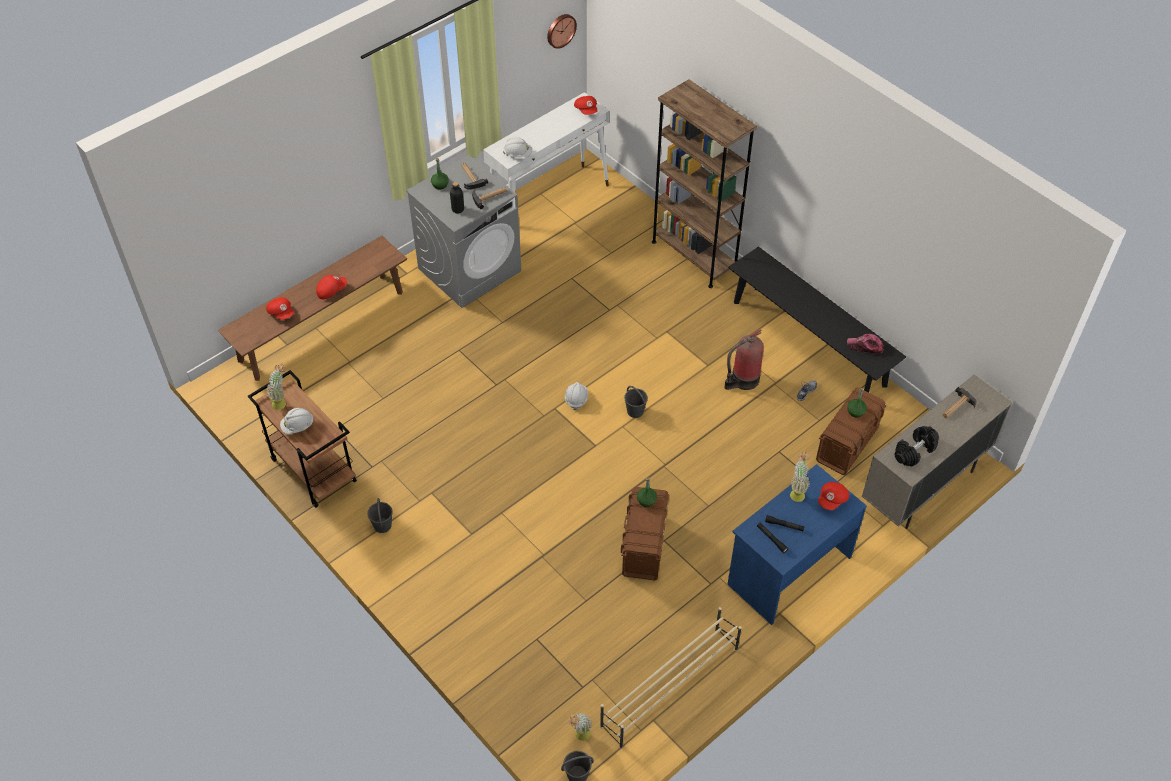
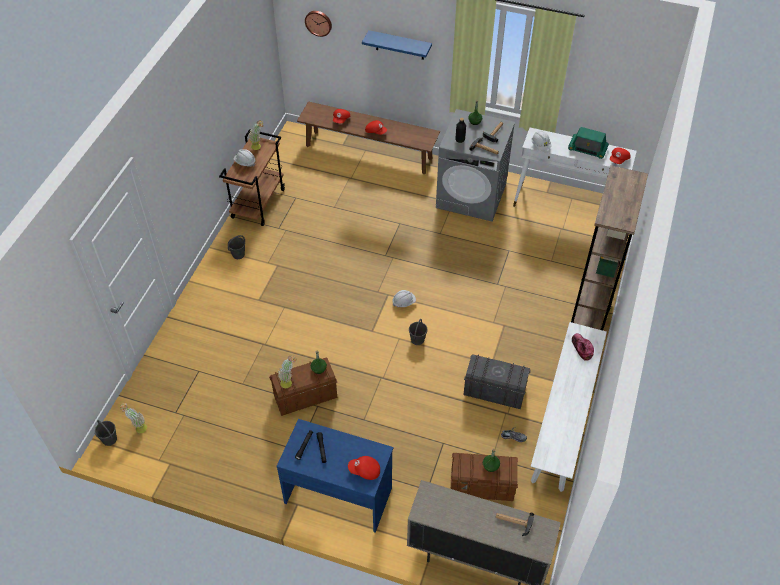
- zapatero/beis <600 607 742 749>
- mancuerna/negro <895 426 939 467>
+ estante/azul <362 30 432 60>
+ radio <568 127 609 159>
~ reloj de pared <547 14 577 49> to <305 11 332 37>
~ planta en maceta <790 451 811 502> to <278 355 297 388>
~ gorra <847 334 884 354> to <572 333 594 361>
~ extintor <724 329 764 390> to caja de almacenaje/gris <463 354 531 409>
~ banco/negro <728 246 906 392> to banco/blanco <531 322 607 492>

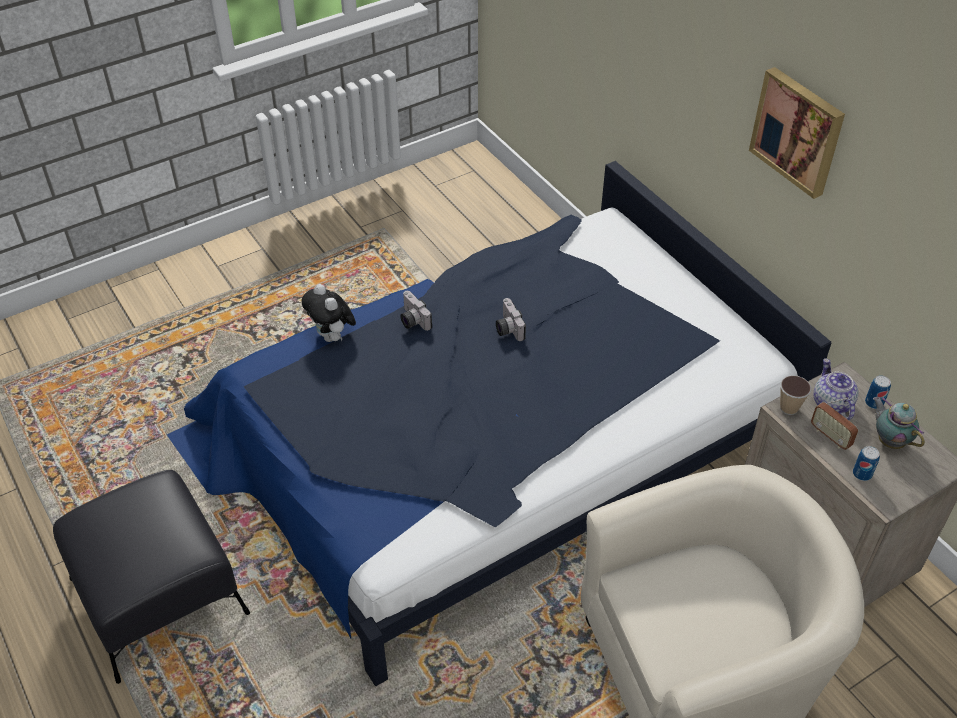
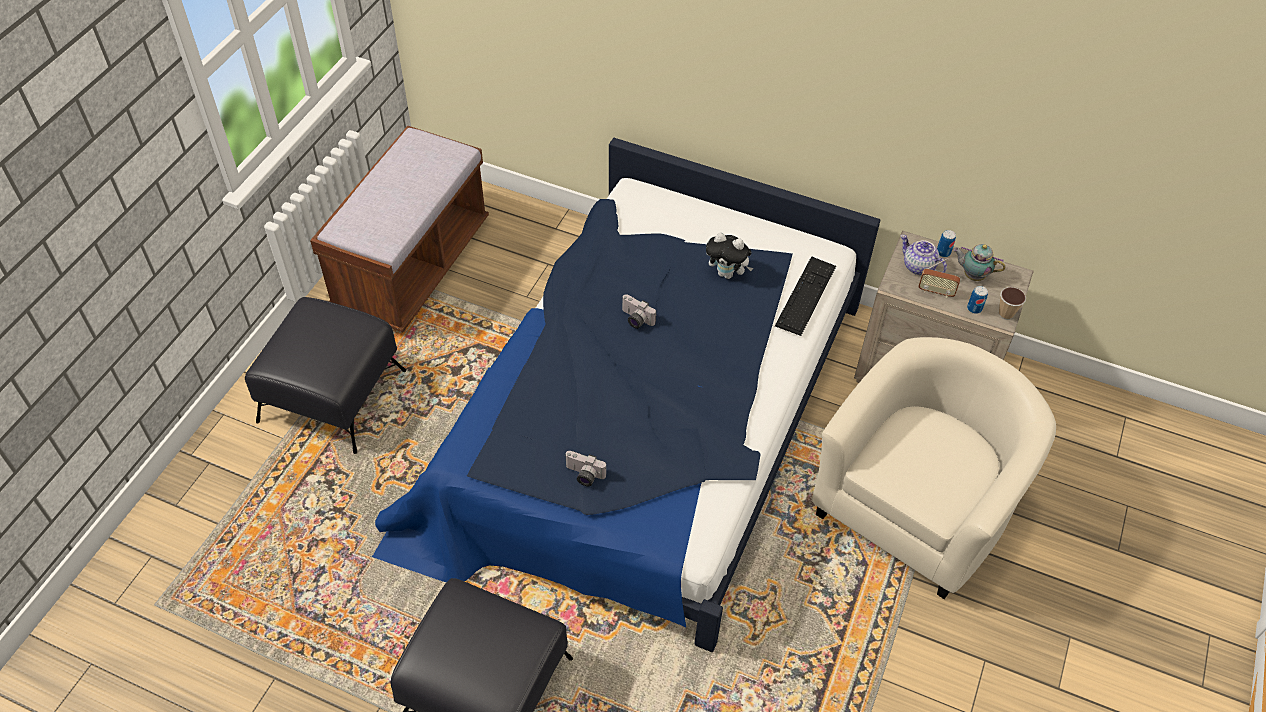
- cuadro <749 67 845 199>
+ puf/negro <245 297 406 454>
+ banco/marrón <310 126 489 332>
+ teclado <775 256 836 336>
~ peluche <302 284 356 342> to <706 232 753 279>
~ cámara <400 291 432 331> to <565 451 606 486>
~ taza <780 375 811 415> to <999 287 1026 320>

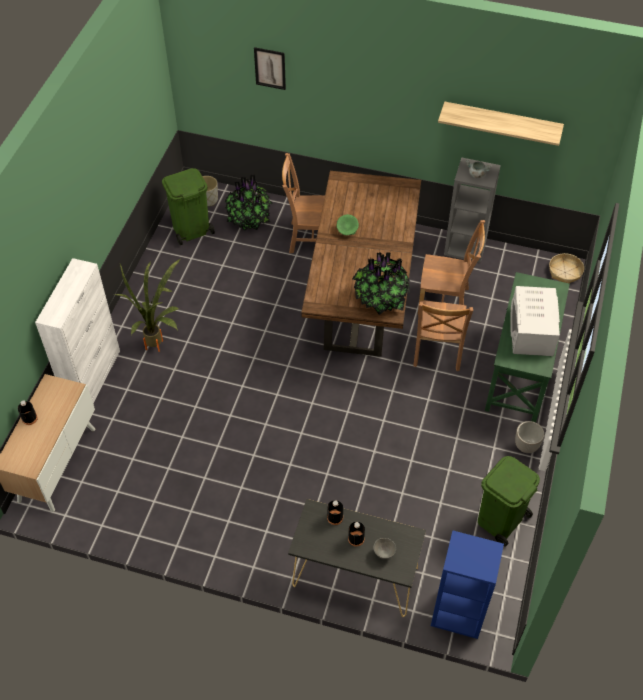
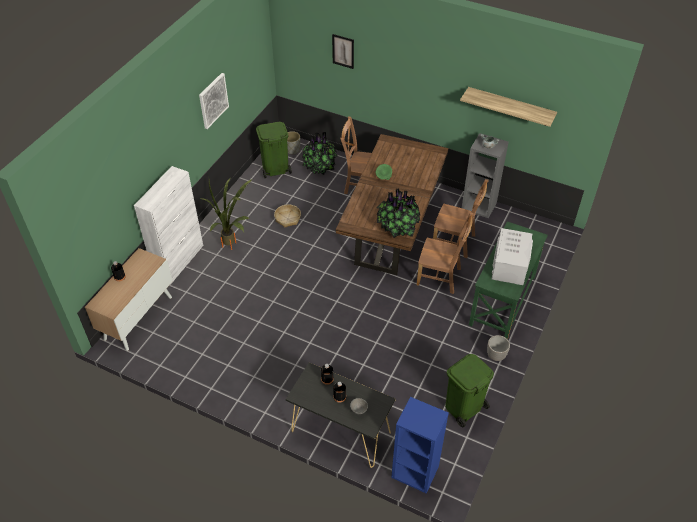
+ cuadro <199 73 229 129>
~ cesta <549 253 584 283> to <274 204 301 228>
~ silla/marrón <413 301 473 371> = <417 213 474 294> 90 degrees counterclockwise

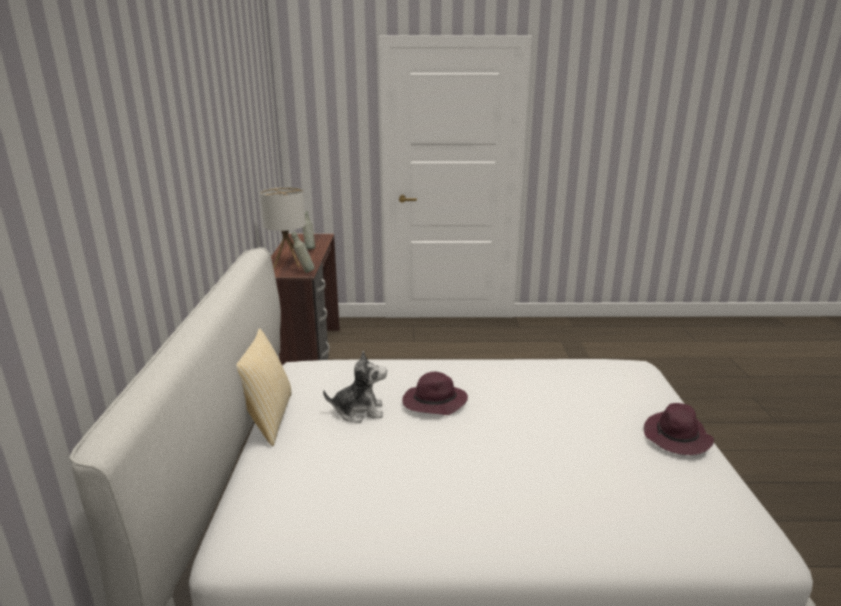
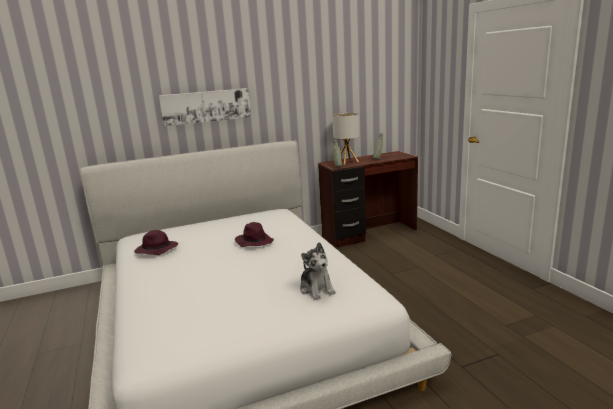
- cojín <236 328 292 446>
+ cuadro <159 88 251 126>
~ peluche <323 351 387 423> to <300 242 336 300>
~ sombrero/morado <644 403 714 455> to <134 230 178 255>

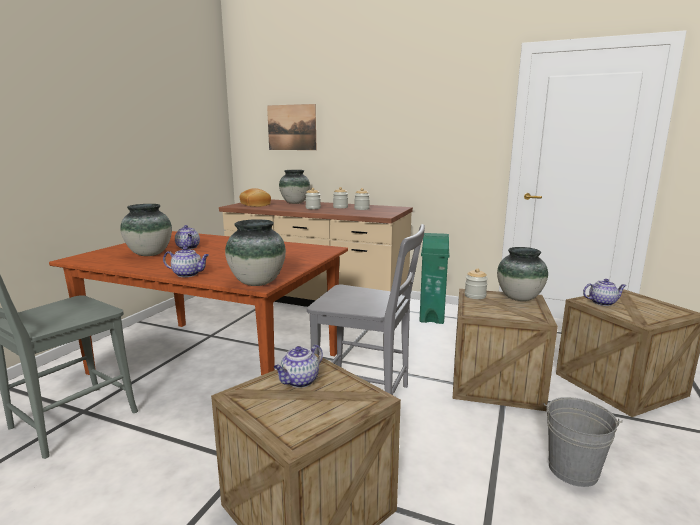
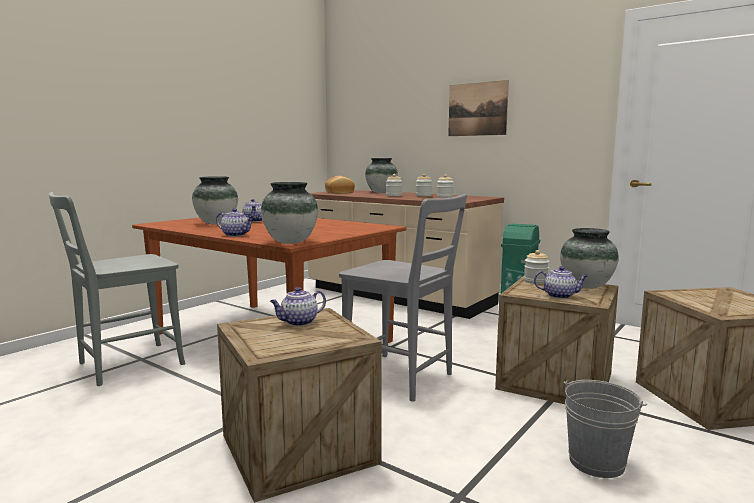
~ cuadro <267 104 317 150> to <448 80 509 136>
~ tetera <583 279 627 306> to <534 266 588 299>

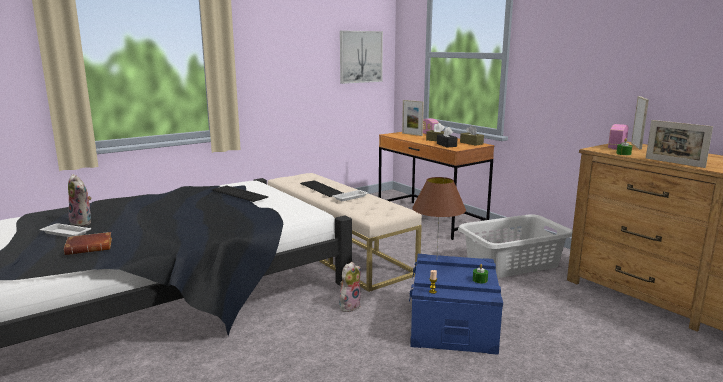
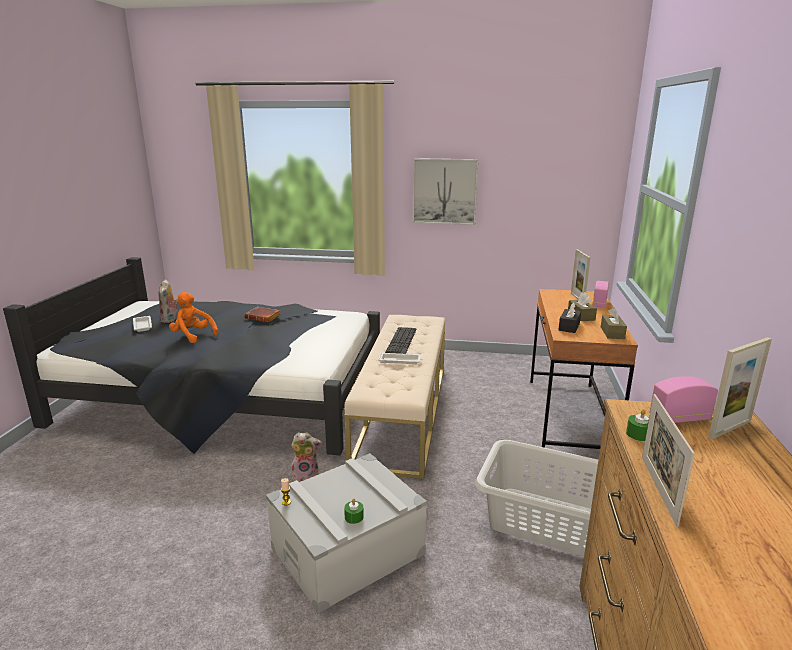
- teclado <212 186 268 202>
- lámpara de mesa/marrón <412 177 466 254>
+ peluche/naranja <169 292 218 343>
~ libro/marrón <64 232 112 255> to <244 307 281 322>
~ cuadro <340 31 383 84> to <413 158 478 225>
~ caja de almacenaje/azul <409 254 503 355> to caja de almacenaje/gris <266 453 427 614>

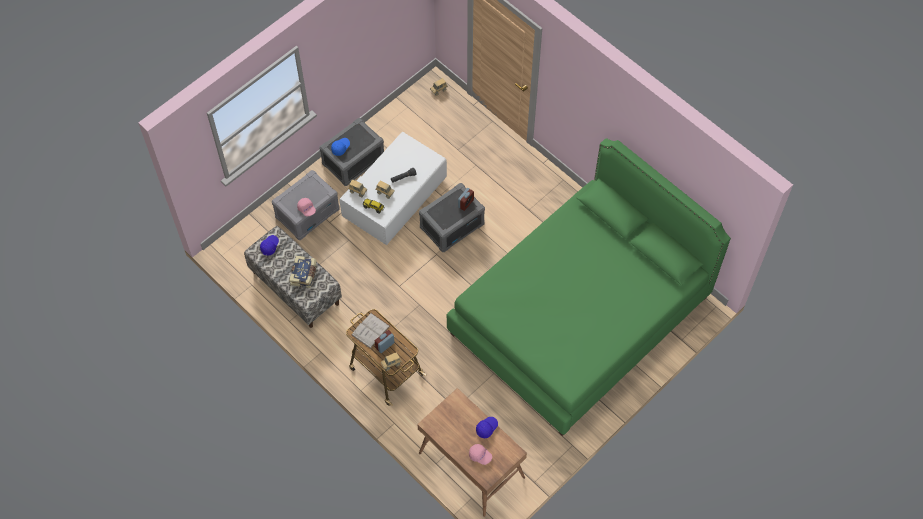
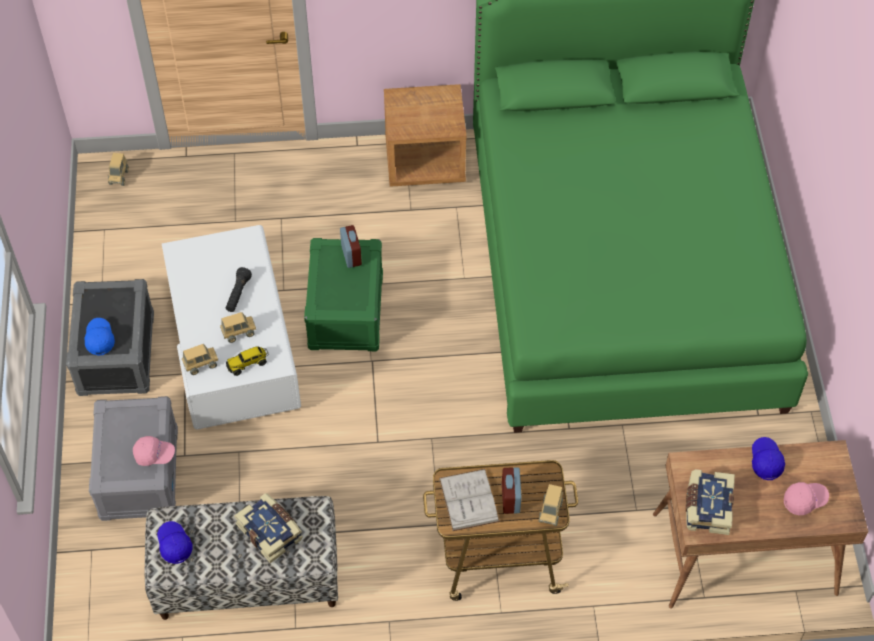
+ mesita de noche/marrón <384 84 467 187>
+ libro <686 469 735 535>
~ caja de almacenaje/gris <419 183 485 252> to caja de almacenaje/verde <304 238 383 351>

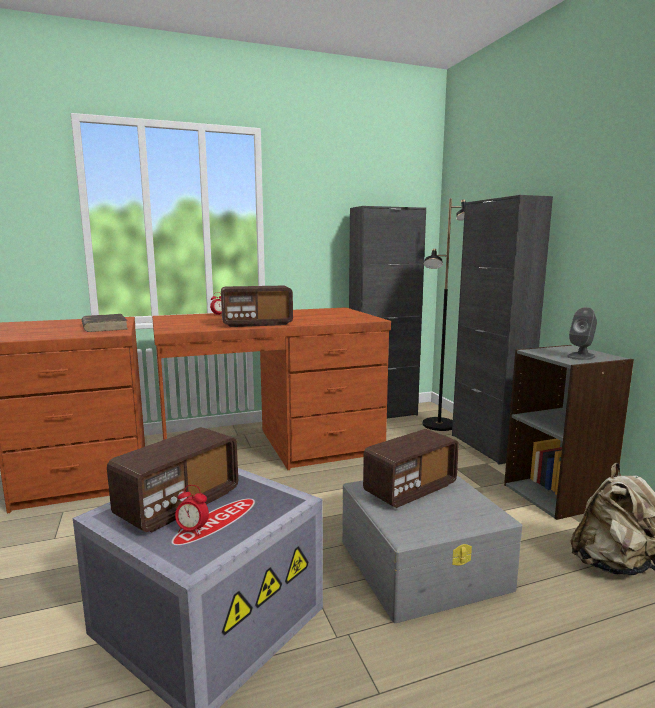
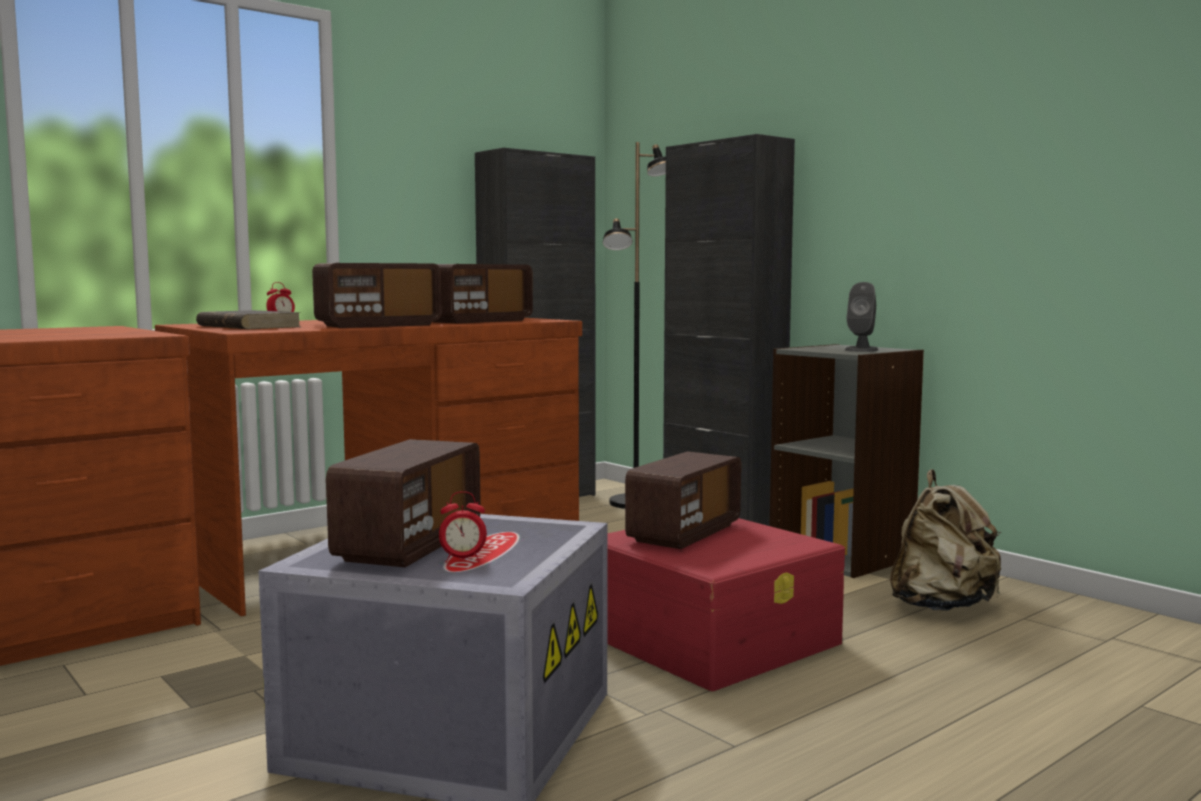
+ radio <433 264 533 324>
~ libro/marrón <82 314 128 332> to <196 310 301 329>
~ caja de almacenaje/gris <342 475 522 623> to caja de almacenaje/rojo <607 518 845 691>

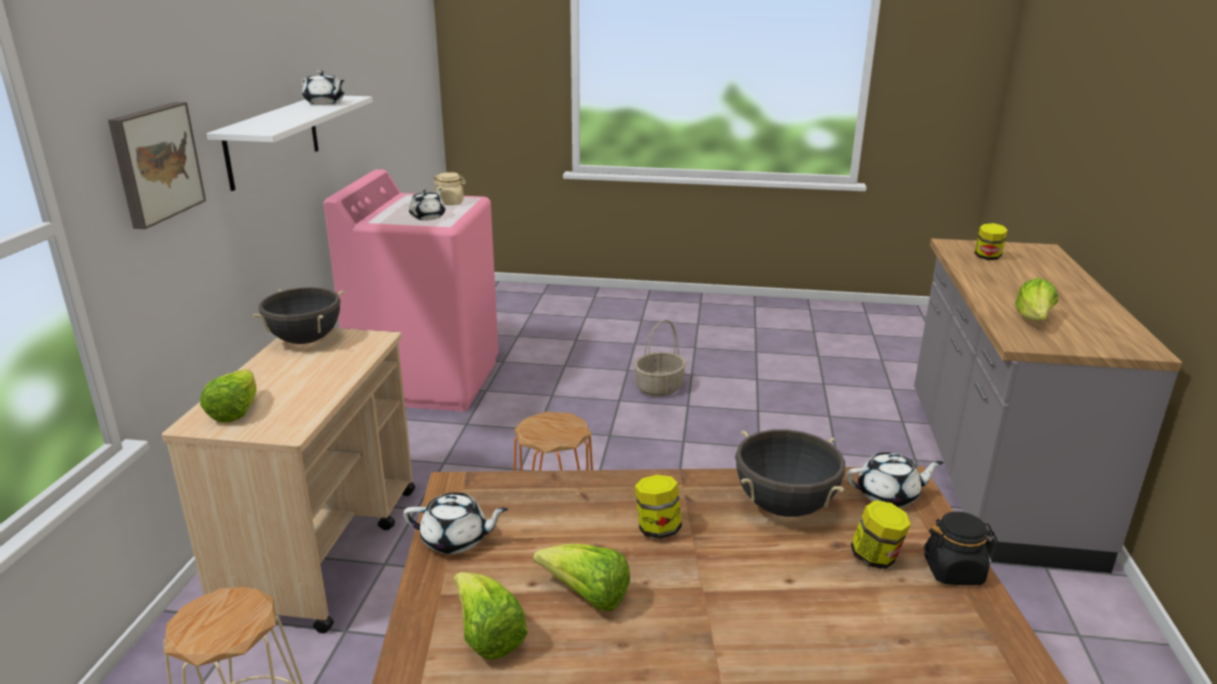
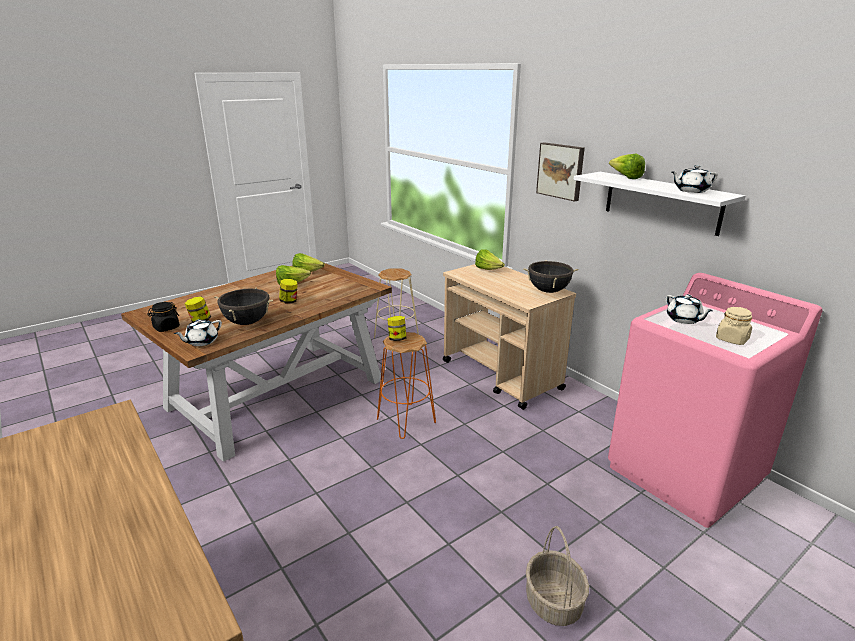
- tetera/blanco <403 493 508 554>
~ tarro <975 223 1007 260> to <388 316 406 341>
~ lechuga <1015 278 1058 321> to <609 153 645 179>

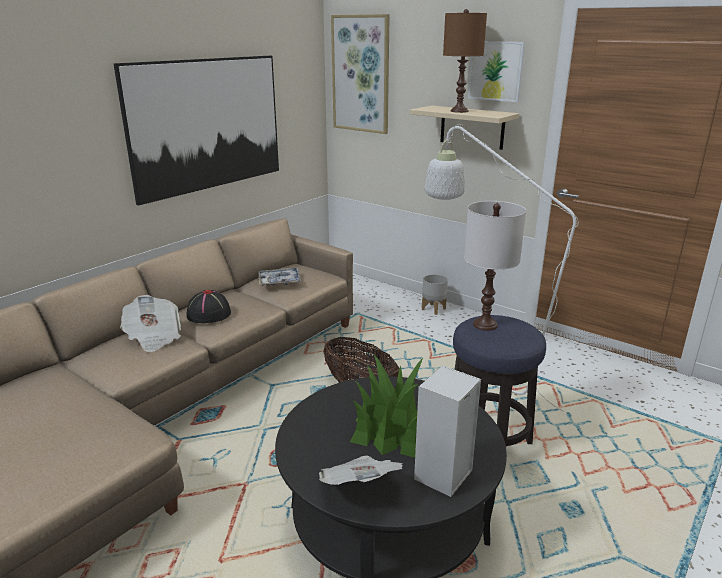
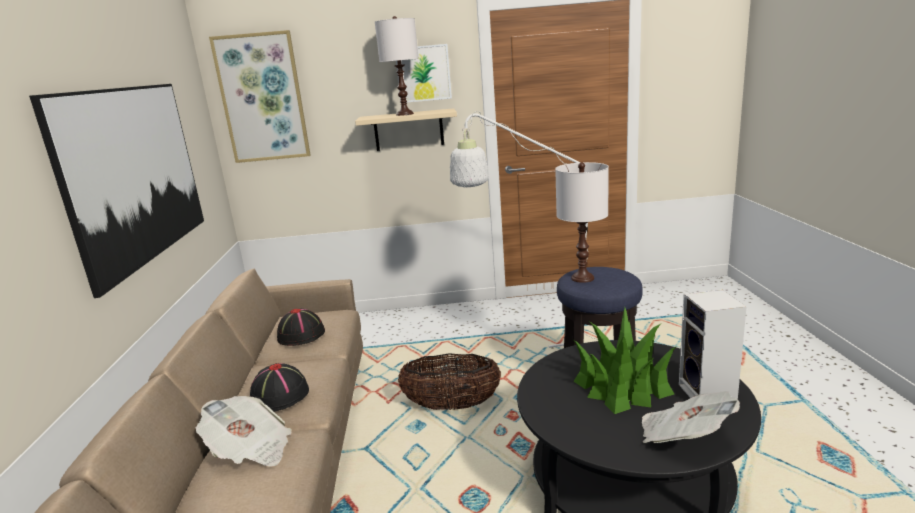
- maceta/gris <422 274 448 315>
~ bandeja <259 268 301 286> to sombrero/negro <277 308 325 346>
~ lámpara de mesa/marrón <443 9 487 113> to lámpara de mesa/blanco <375 16 419 116>

